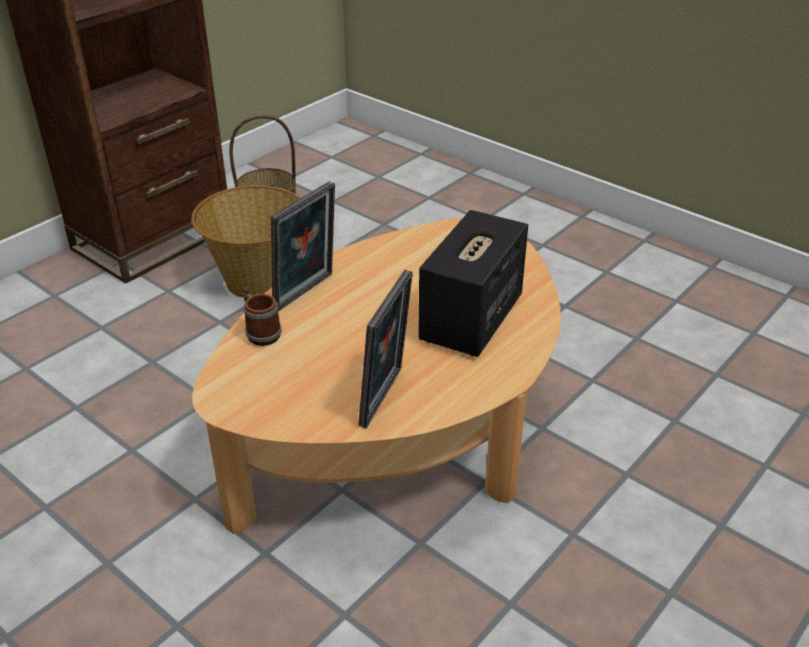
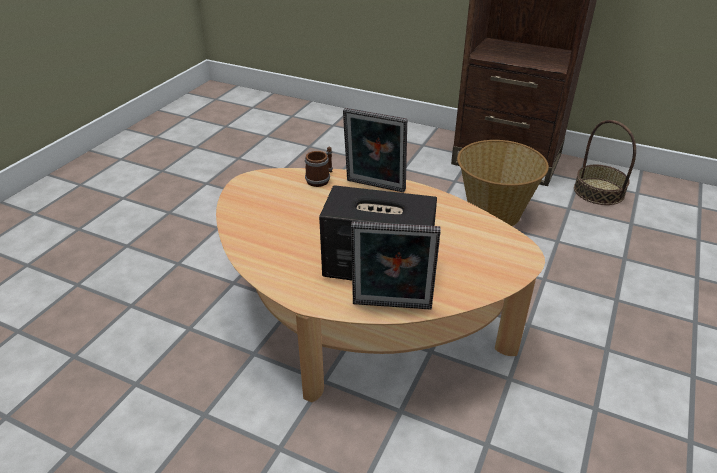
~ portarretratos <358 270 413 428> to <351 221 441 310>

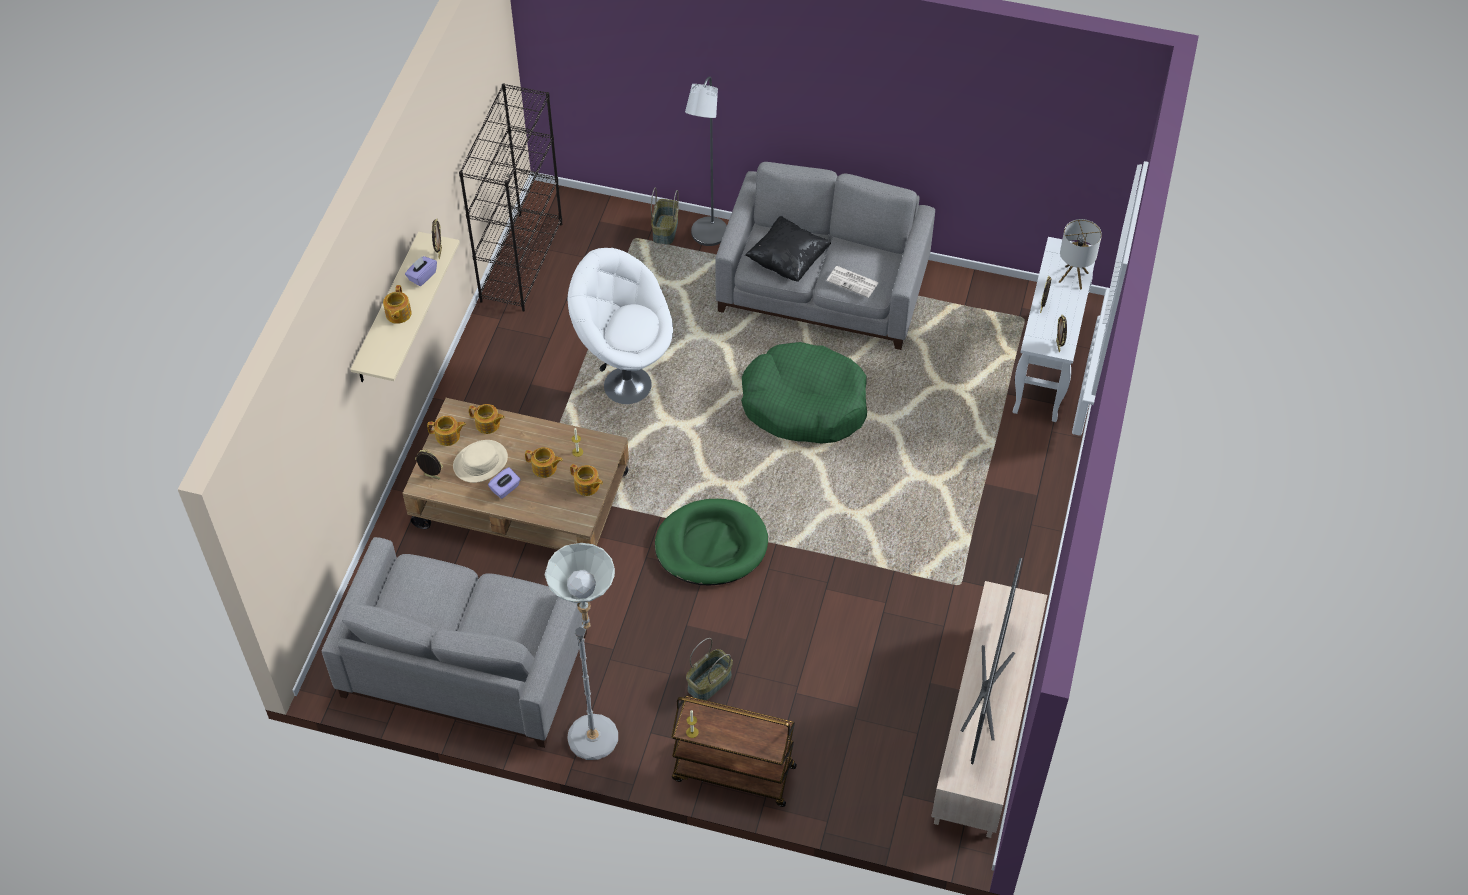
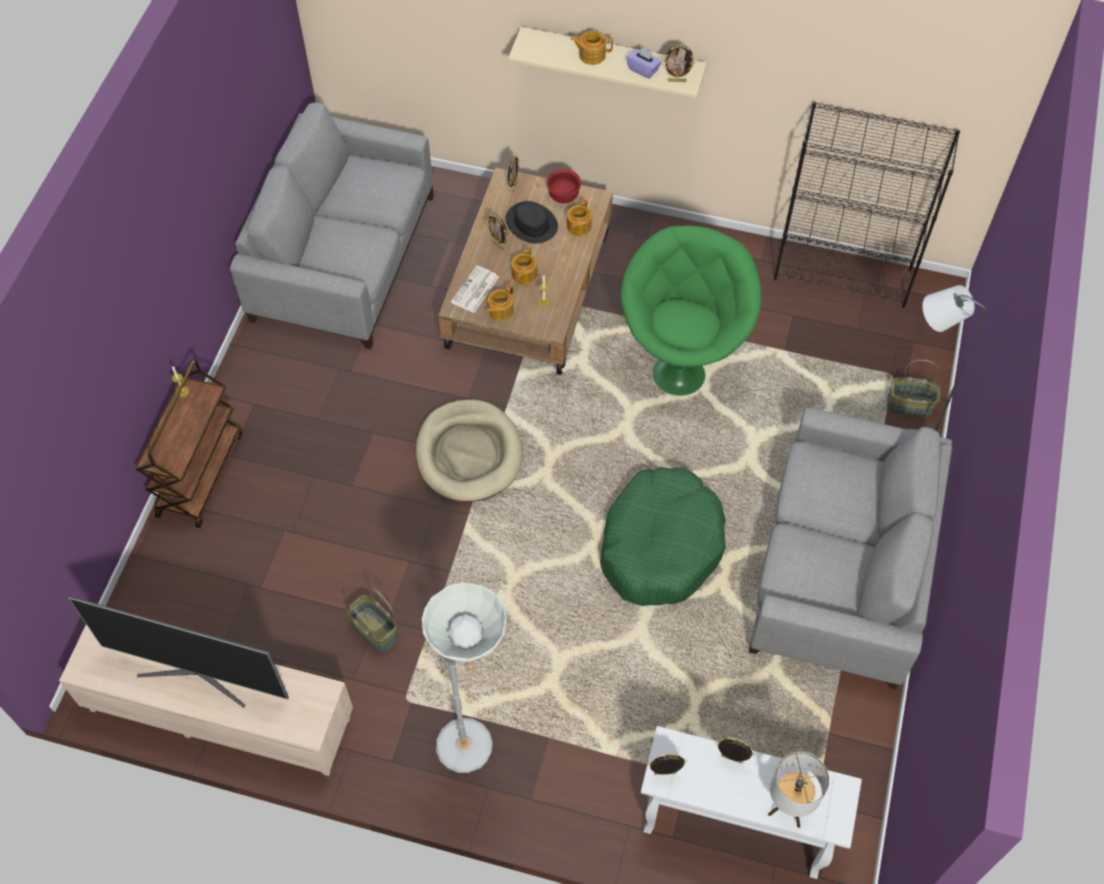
- cojín/negro <745 216 831 282>
~ lámpara de pie/gris <545 543 618 760> to <422 582 506 773>
~ cesta <686 638 733 701> to <347 588 398 652>
~ periódico <827 266 879 298> to <451 265 499 313>
~ tetera <427 416 466 446> to cuenco/rojo <546 169 581 203>
~ caja de pañuelos/morado <488 467 521 499> to portarretratos <486 214 508 250>
~ sombrero/beis <453 440 508 483> to sombrero/negro <505 201 558 244>
~ sillón/blanco <567 248 673 404> to sillón/verde <621 226 761 396>
~ cama para perro/verde <655 499 768 585> to cama para perro/beis <416 399 523 502>

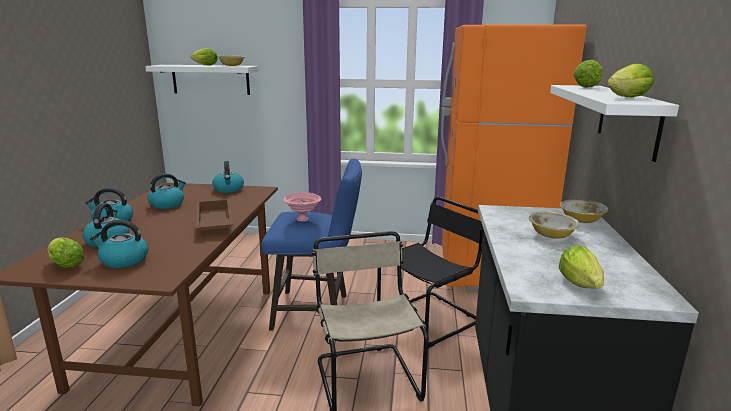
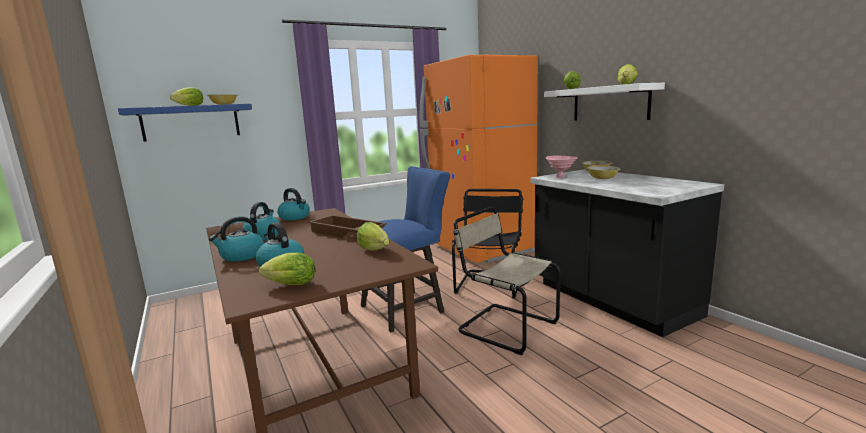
- hervidor <90 220 148 268>
~ cuenco/rosa <283 192 321 221> to <545 156 577 178>
~ lechuga <559 245 604 288> to <357 222 389 251>
~ estante/blanco <145 65 259 95> to estante/azul <118 104 252 142>

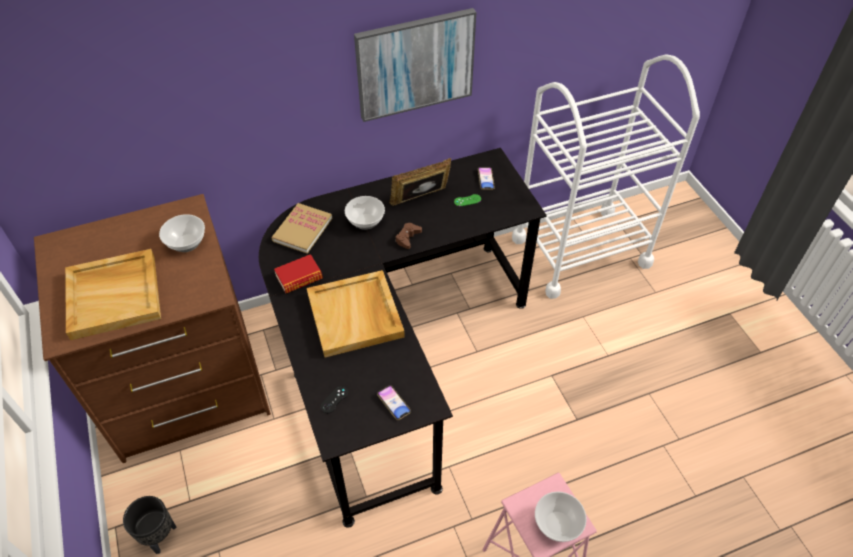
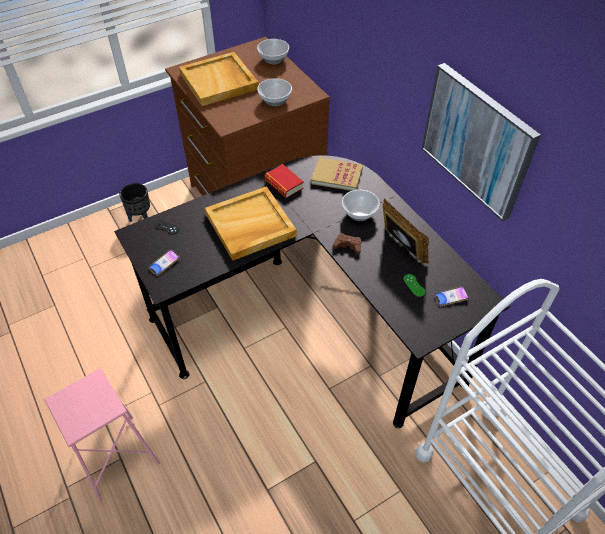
~ cuenco <535 491 587 542> to <257 39 289 64>

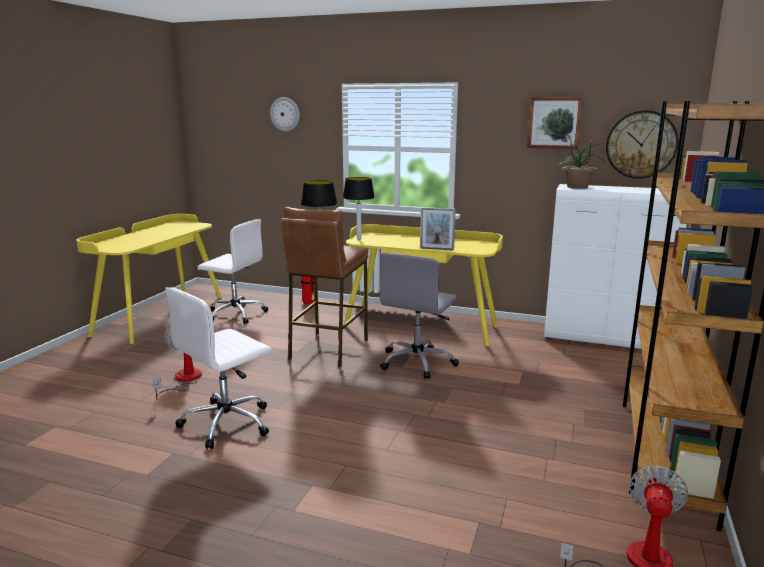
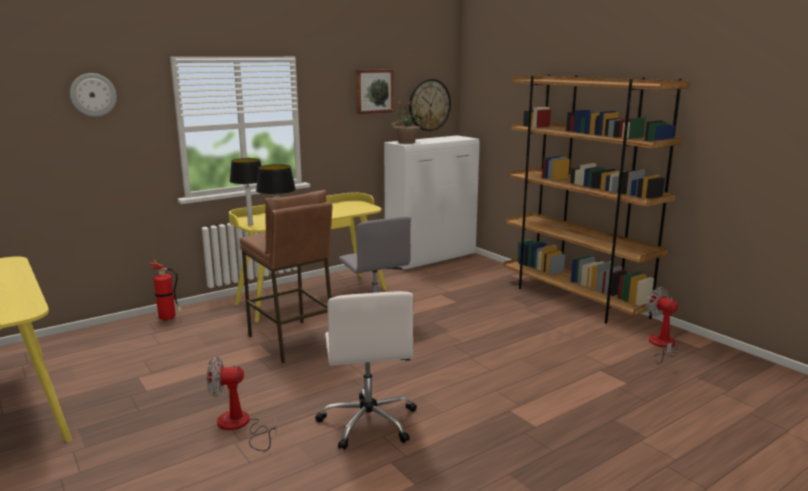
- silla de oficina/blanco <198 219 268 324>
- portarretratos <420 207 456 250>

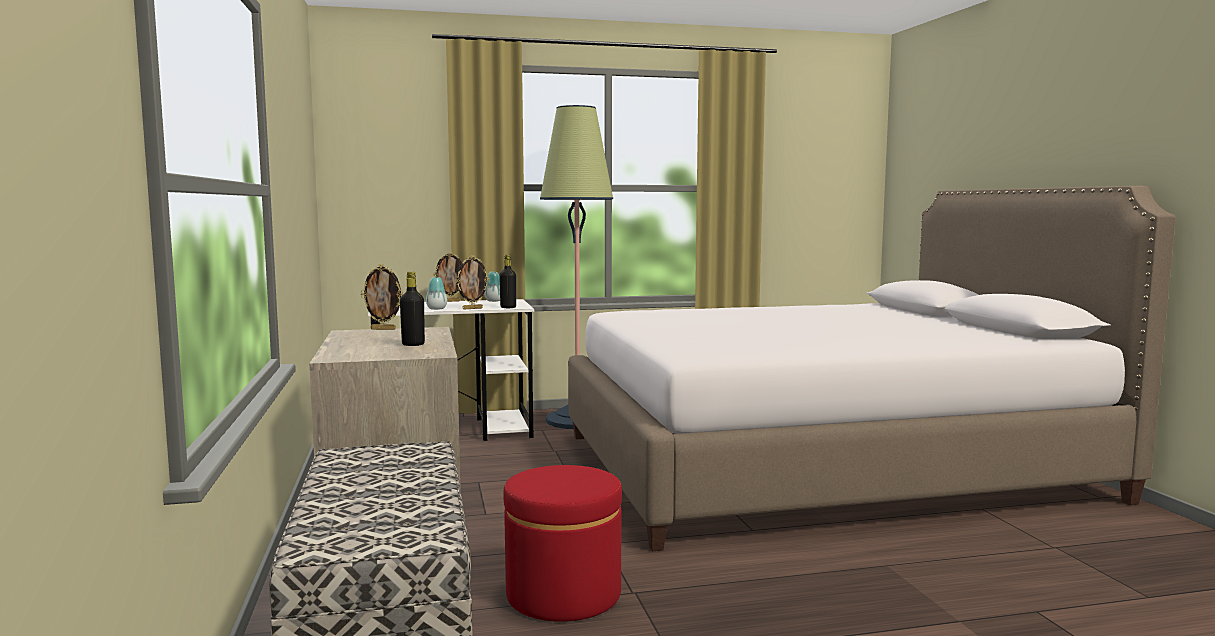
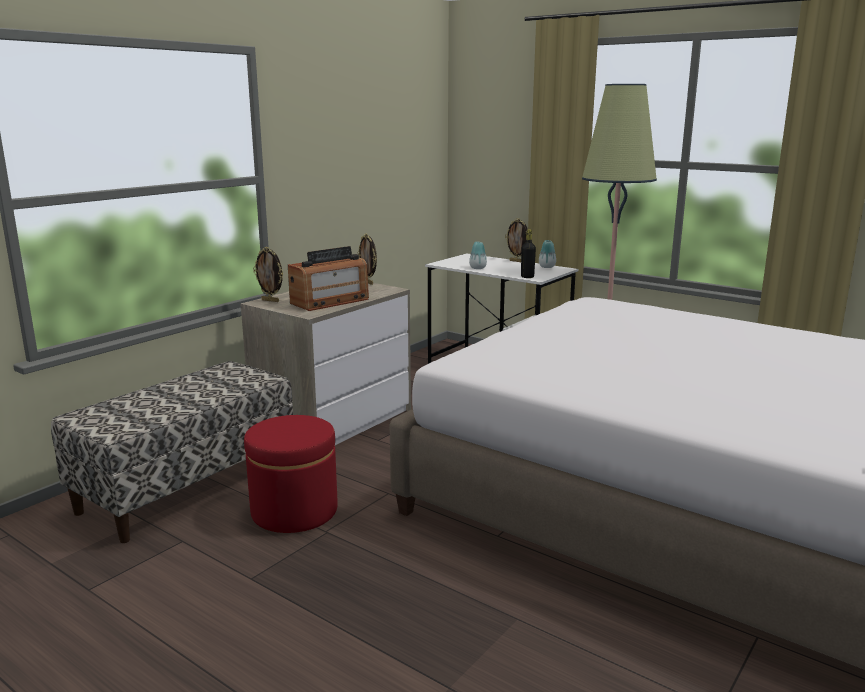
~ portarretratos <455 256 490 309> to <253 247 284 302>
~ botella/negro <400 272 425 346> to radio <288 246 369 311>

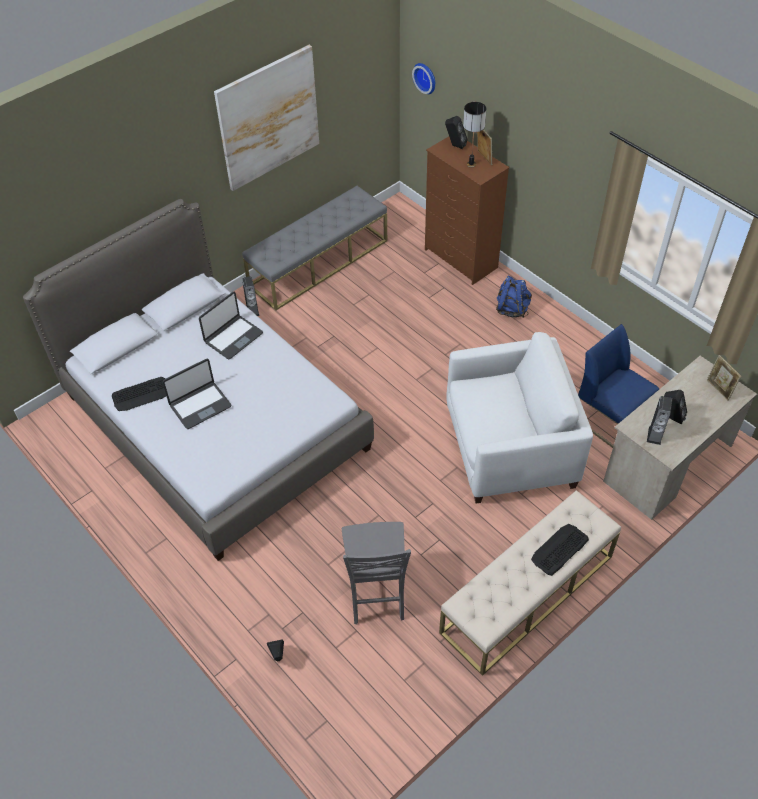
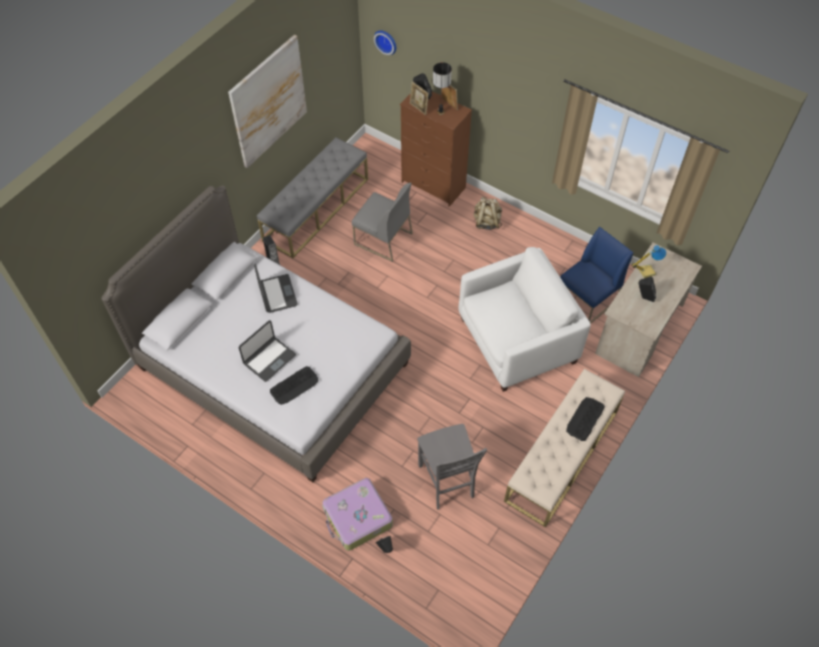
- altavoz <647 396 673 445>
+ maleta <322 478 393 551>
+ silla/gris <352 183 413 262>
+ lámpara de mesa <631 245 666 278>
~ teclado <112 377 166 411> to <270 366 319 405>
~ portarretratos <707 355 741 401> to <410 81 429 115>
~ mochila/azul <496 276 532 318> to mochila/beis <474 197 502 230>
~ portátil <199 292 263 359> = <254 264 298 313> 45 degrees counterclockwise
~ silla/azul <578 324 659 448> = <560 227 634 324> 105 degrees clockwise

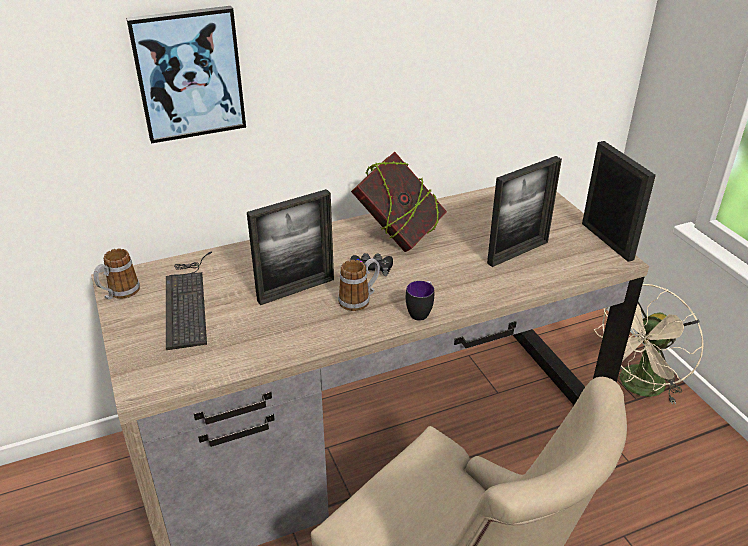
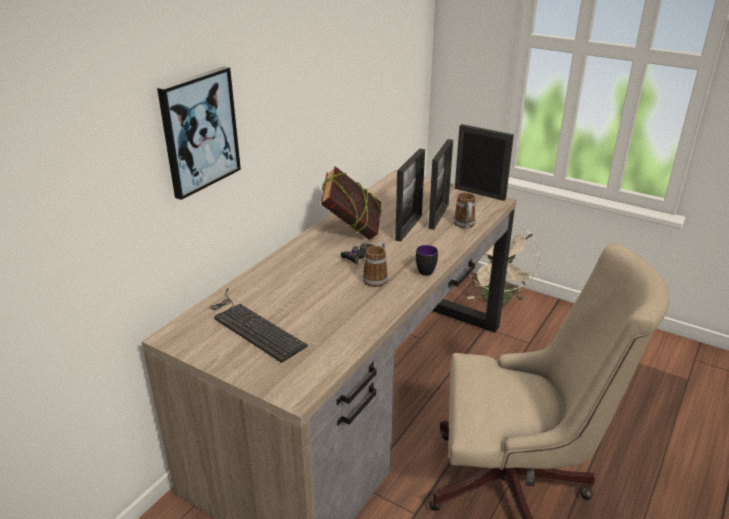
~ taza grande <93 248 140 300> to <453 192 475 229>
~ portarretratos <247 189 334 305> to <395 148 425 242>

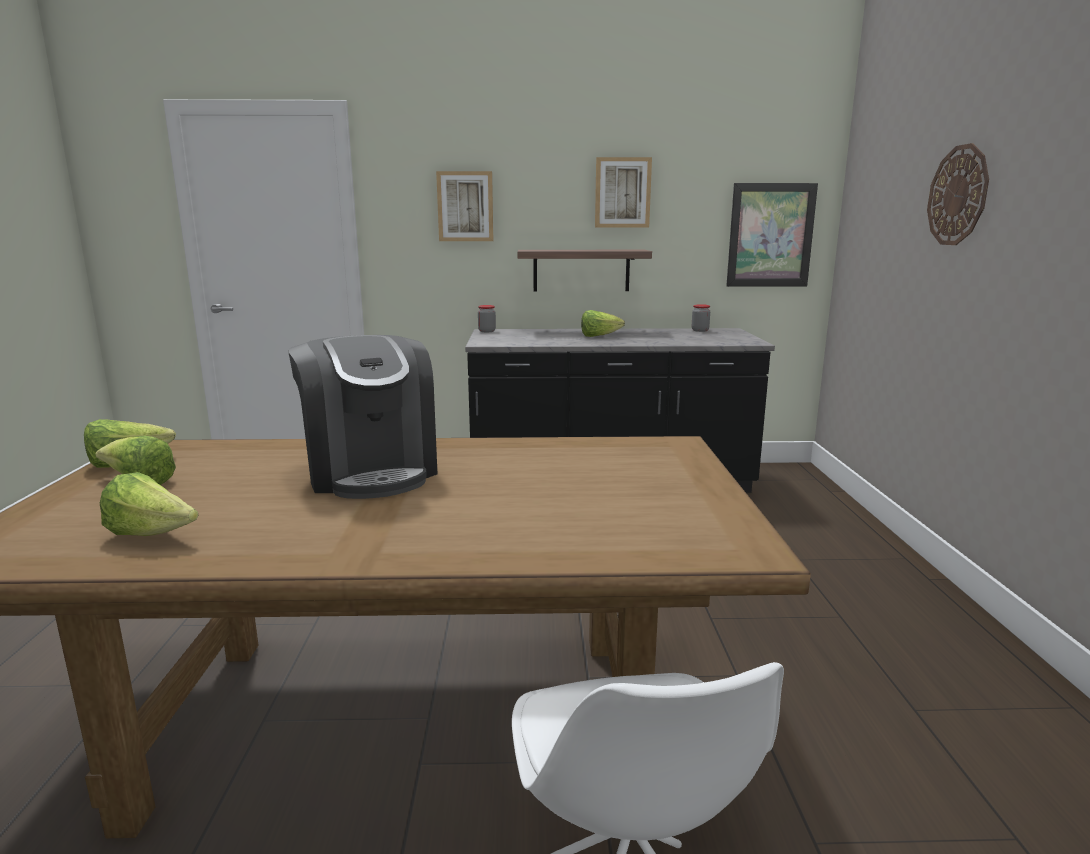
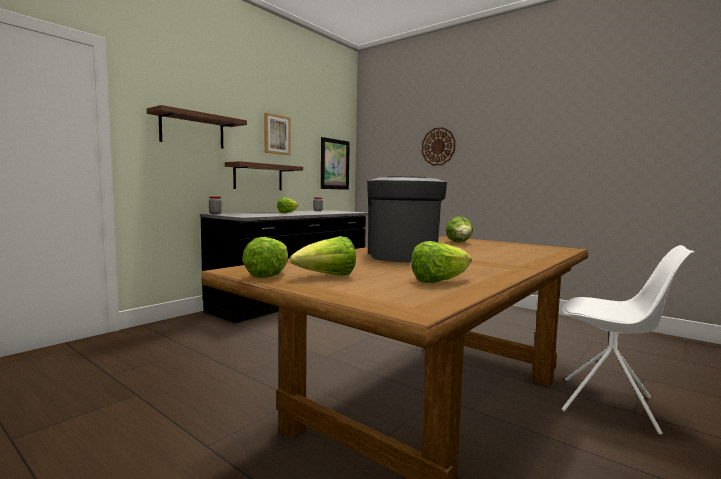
+ lechuga <446 216 473 242>
~ cuadro <436 171 493 241> to estante <147 105 247 149>
~ cafetera <288 335 438 499> = <367 176 447 262> 105 degrees counterclockwise

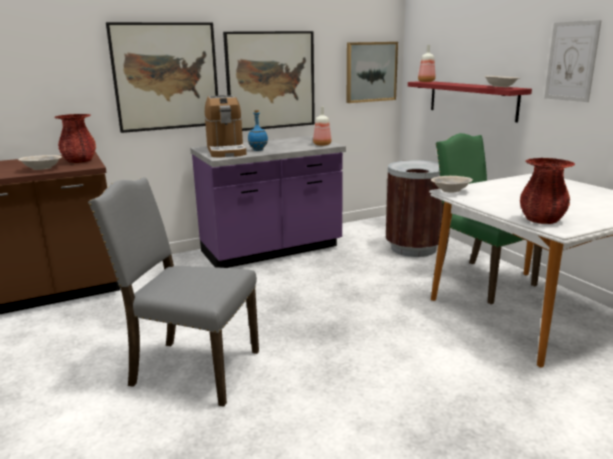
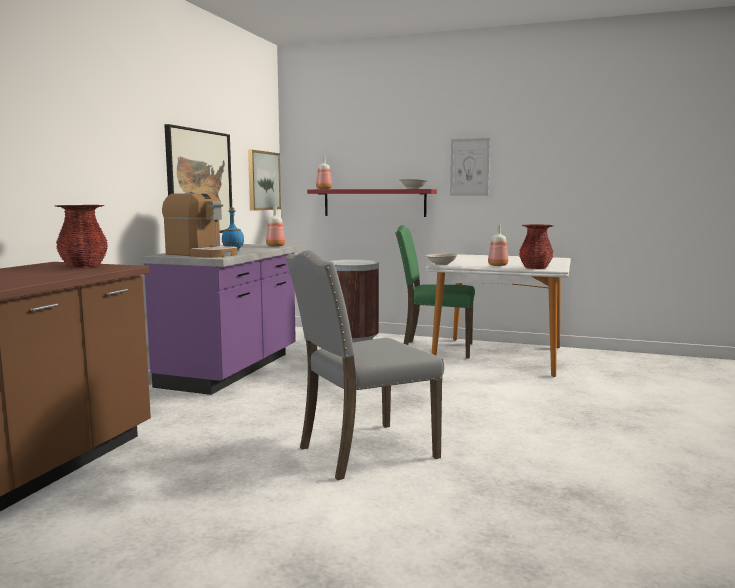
- cuenco/beis <18 155 62 170>
- cuadro <106 22 218 133>
+ botella <488 224 508 266>

